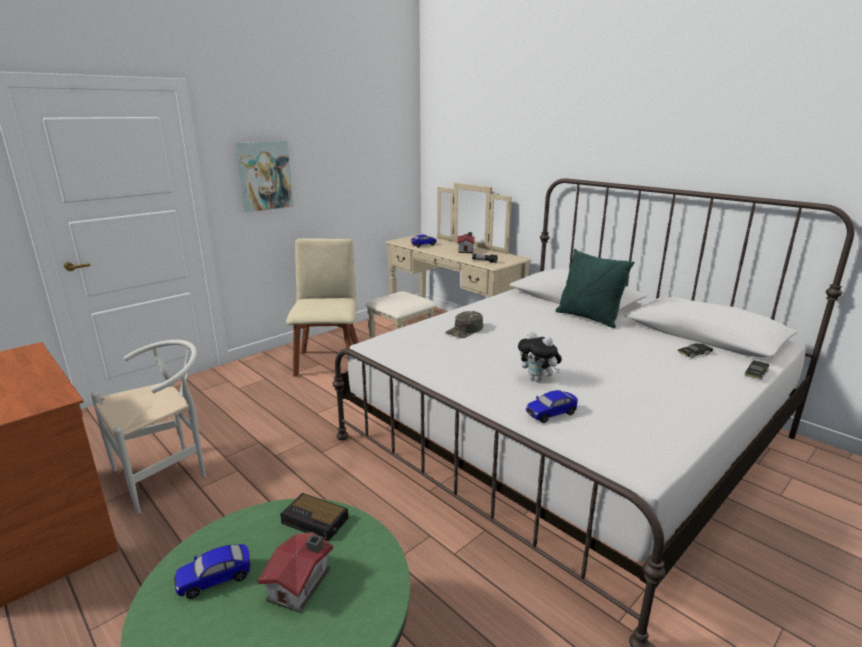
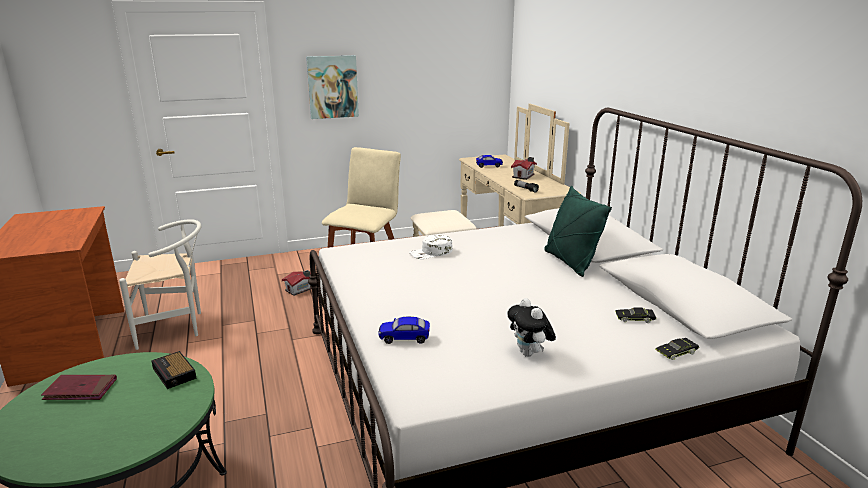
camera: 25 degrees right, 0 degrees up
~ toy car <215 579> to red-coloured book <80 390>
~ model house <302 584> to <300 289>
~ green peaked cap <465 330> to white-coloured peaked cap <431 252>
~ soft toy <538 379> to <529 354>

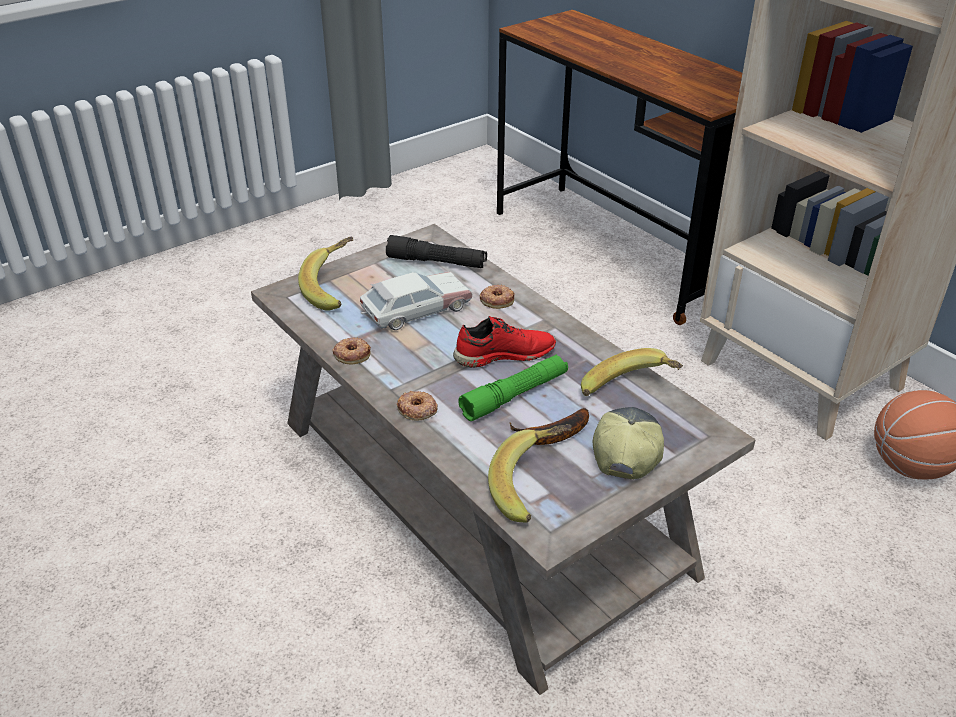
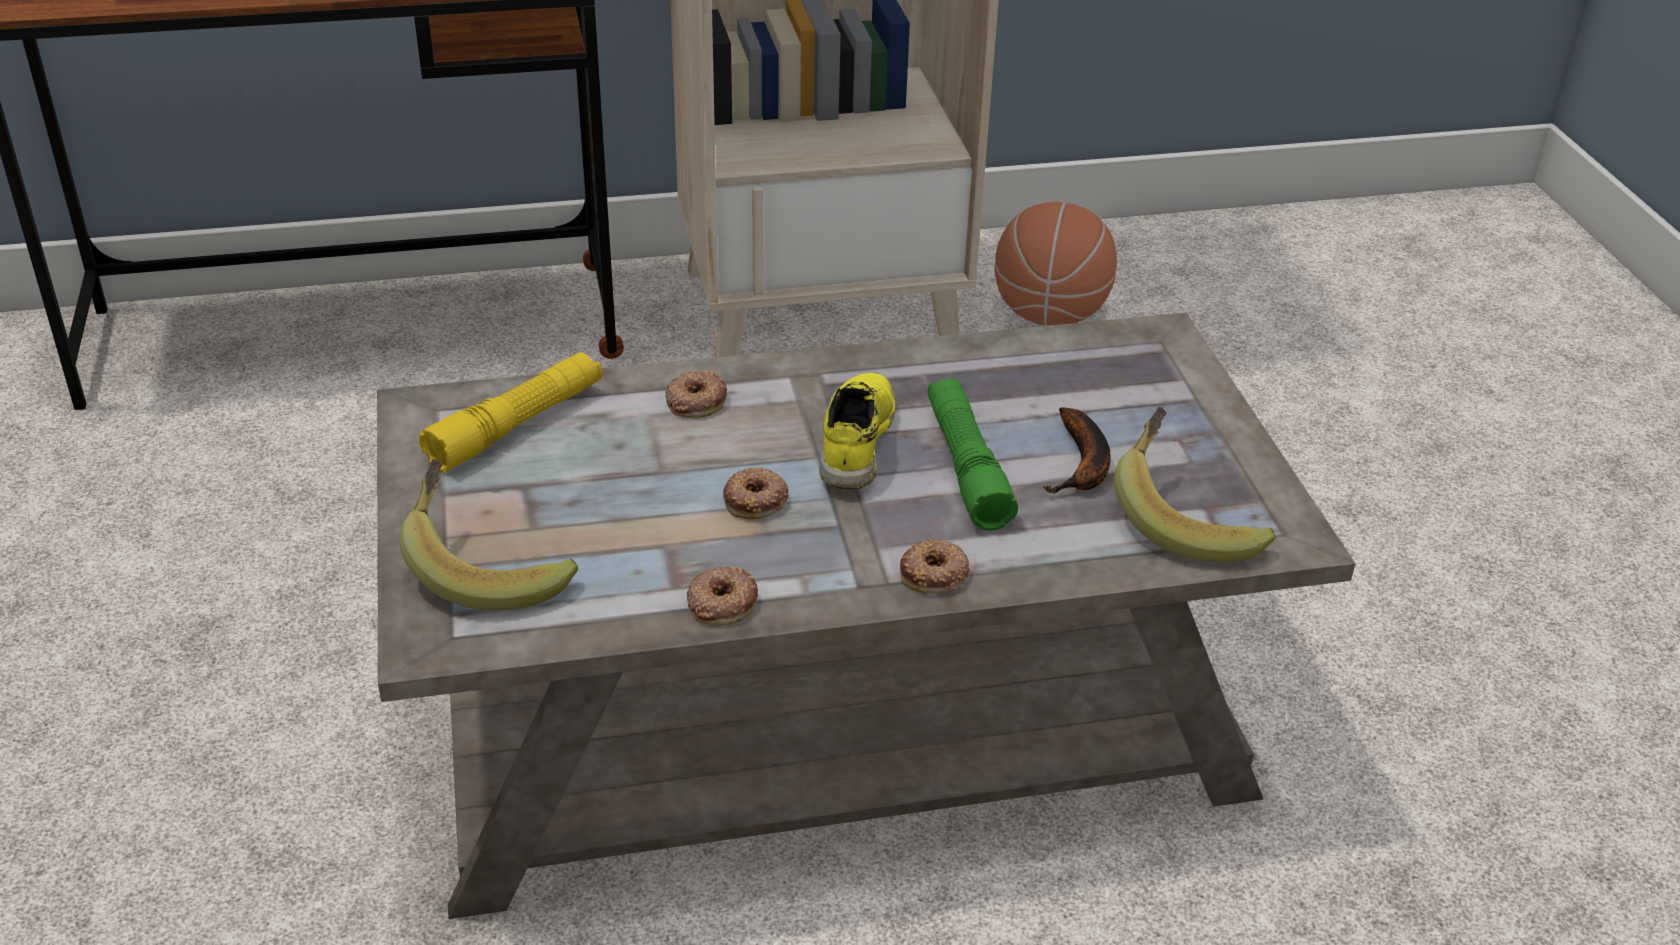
camera: 65 degrees left, 0 degrees up
~ blackish flashlight <436 262> to yellow flashlight <517 425>
+ donut <756 500>
~ red-coloured item of footwear <504 354> to yellow item of footwear <853 442>
- toy car <415 310>
- whole banana <630 392>
- peaked cap <626 449>

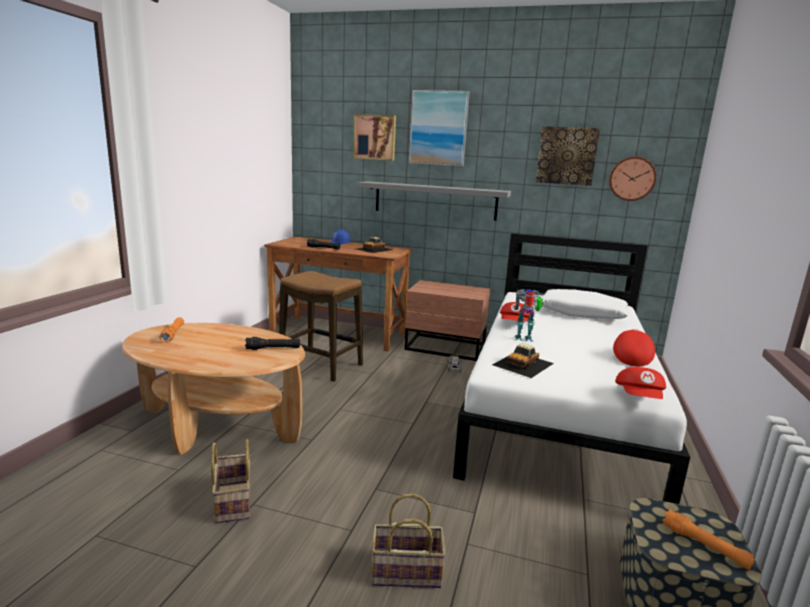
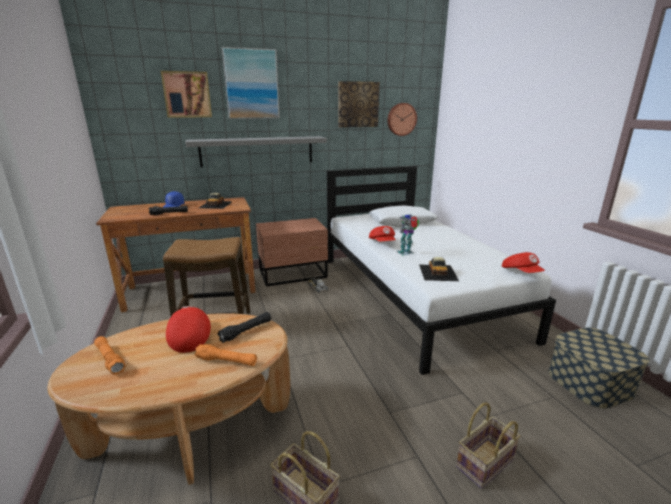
camera: 35 degrees left, 5 degrees up
~ red-coloured peaked cap <631 358> to <190 337>
~ orangey flashlight <704 546> to <227 361>

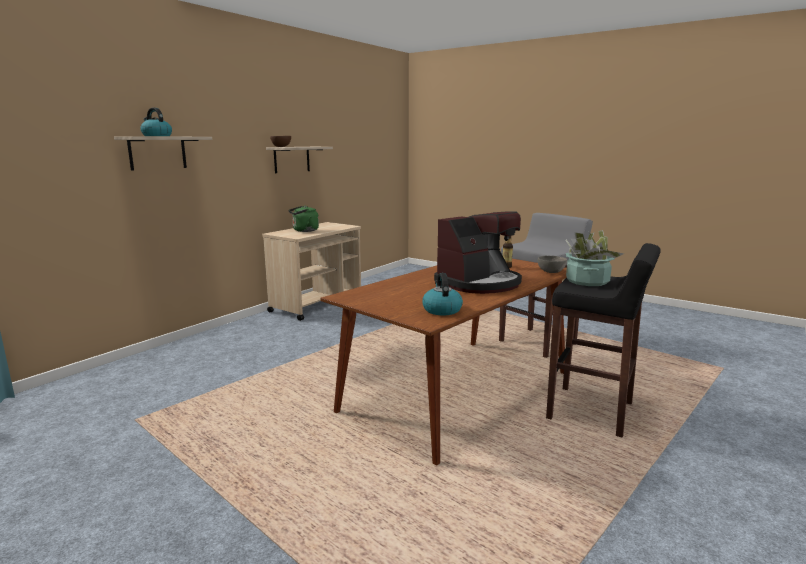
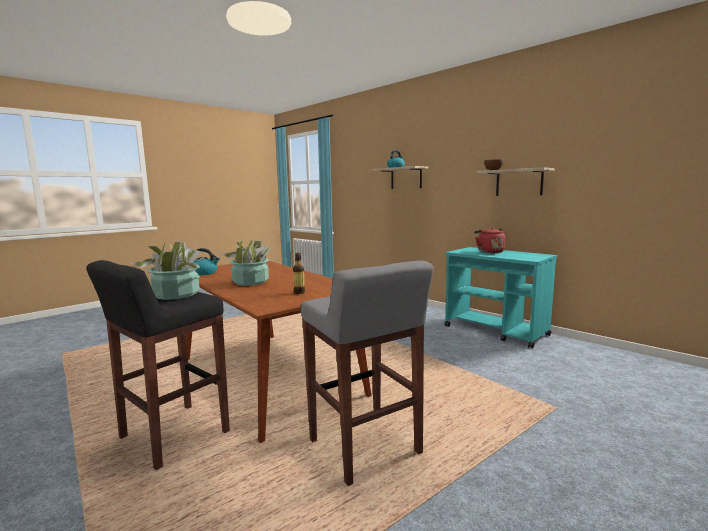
camera: 100 degrees right, 5 degrees down
~ coffee maker <479 283> to plant in a pot <251 282>
~ sand-coloured trolley <317 304> to turquoise-coloured trolley <496 331>
~ green kettle <304 231> to red-coloured kettle <489 252>
- gray deep dish <551 272>

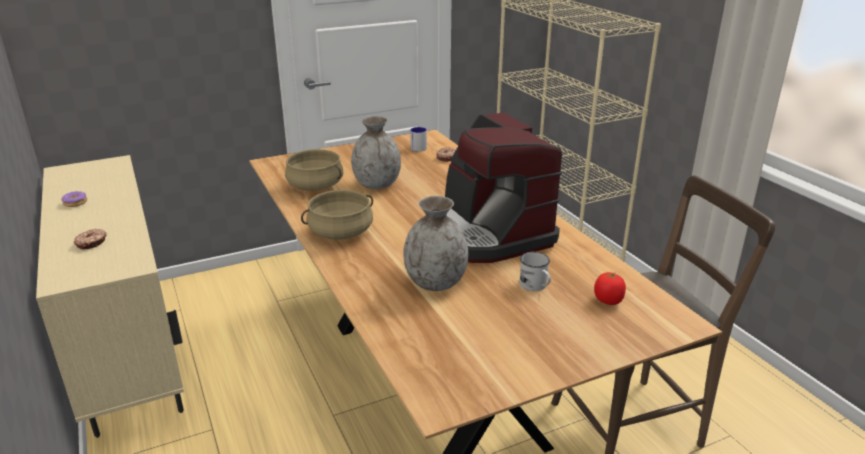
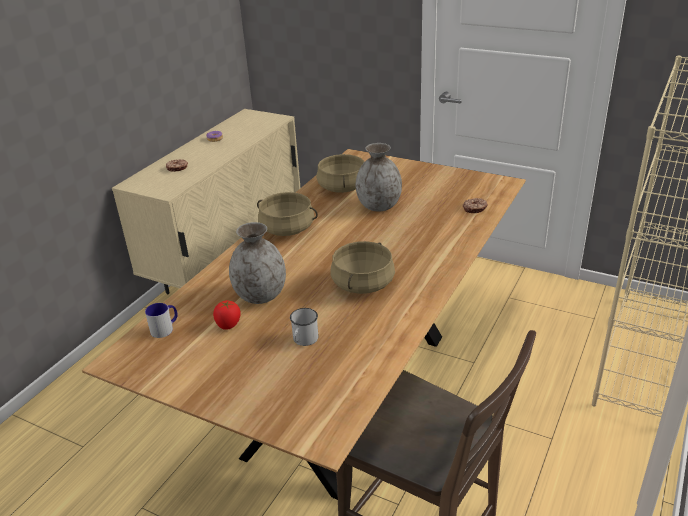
camera: 55 degrees right, 5 degrees up
~ mug <418 147> to <165 328>
~ whole tomato <608 301> to <228 325>
~ coffee maker <487 233> to sand-coloured cooking pot <363 284>

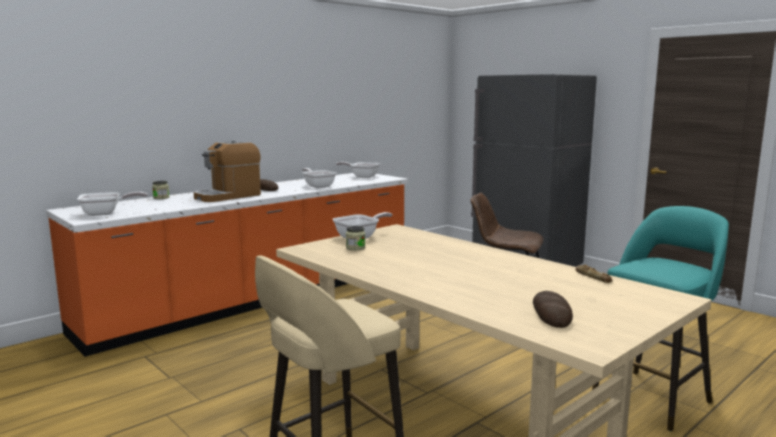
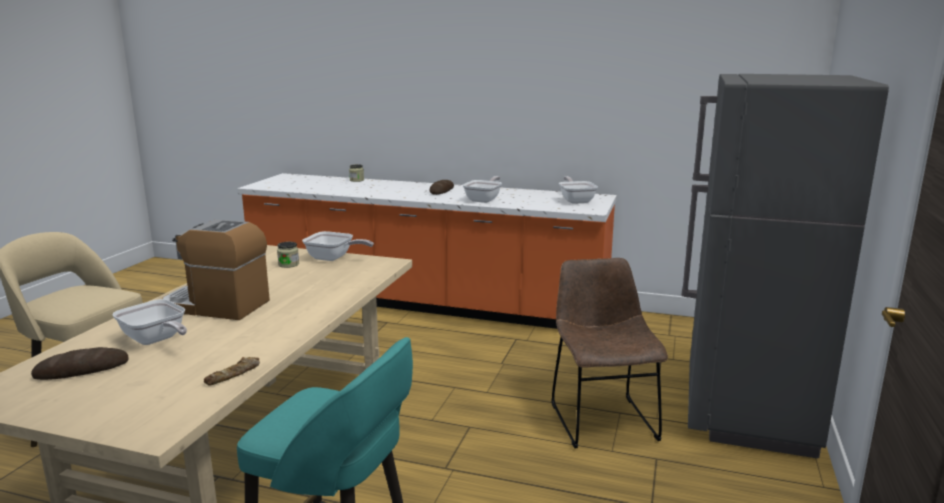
camera: 60 degrees right, 5 degrees up
~ skillet <106 213> to <156 340>
~ coffee maker <228 196> to <217 306>

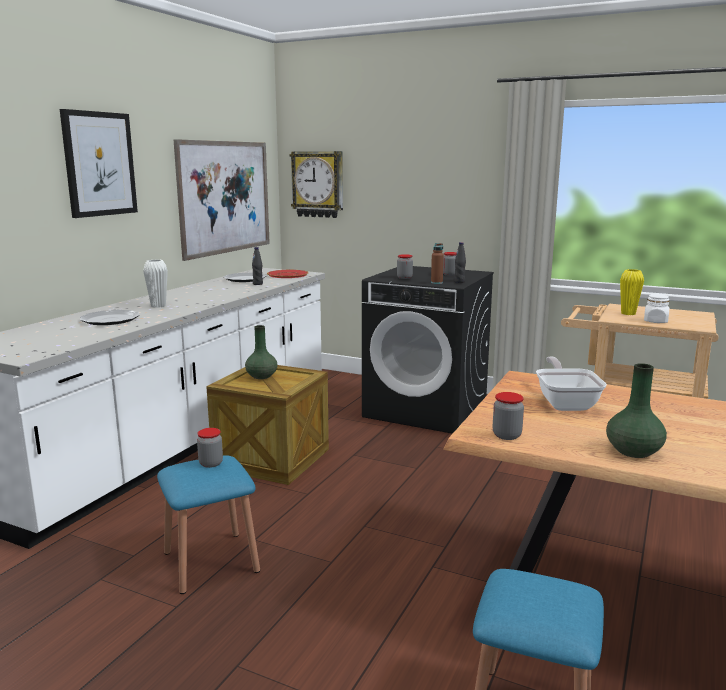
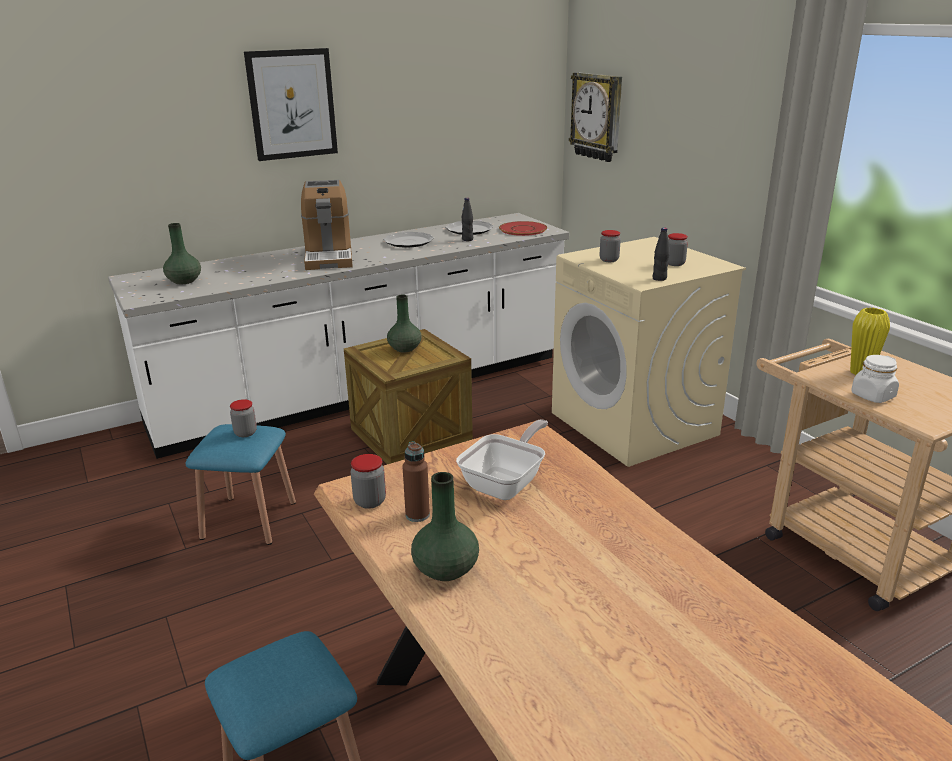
camera: 35 degrees right, 10 degrees up
+ green decorative vase <184 281>
~ white-coloured decorative vase <158 306> to coffee maker <329 256>
~ flat dish <110 320> to <408 242>
~ brownish drink bottle <436 283> to <417 515>
~ blackish laundry machine <426 409> to sand-coloured laundry machine <634 424>
- wall picture <225 197>

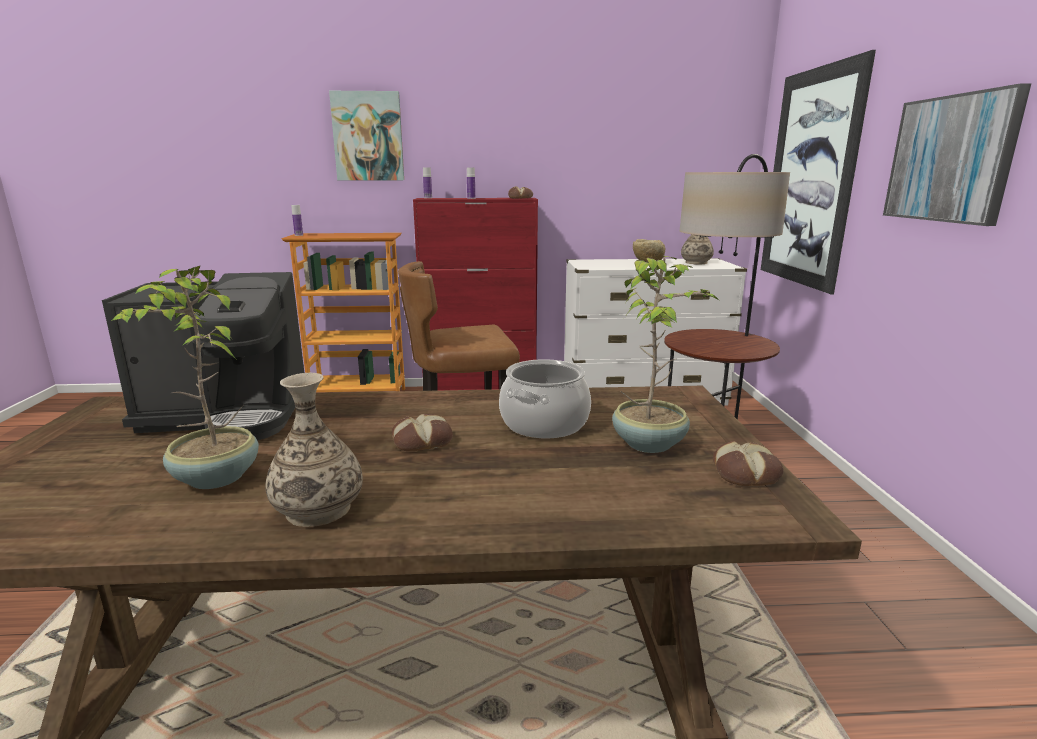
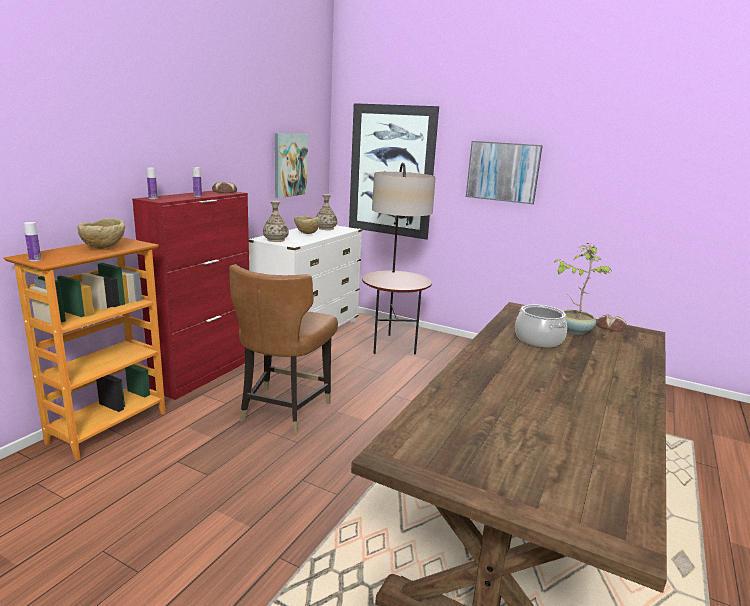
camera: 60 degrees left, 0 degrees up
+ sand-coloured deep dish <104 248>
~ decorative vase <318 509> to <275 240>
~ wall picture <368 136> to <290 165>
- coffee maker <229 415>
- plant in a pot <215 478>
- bakery bread <422 440>

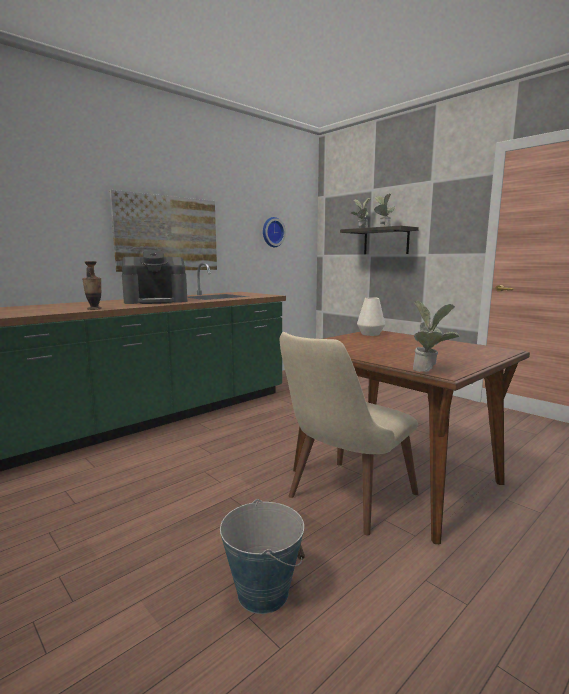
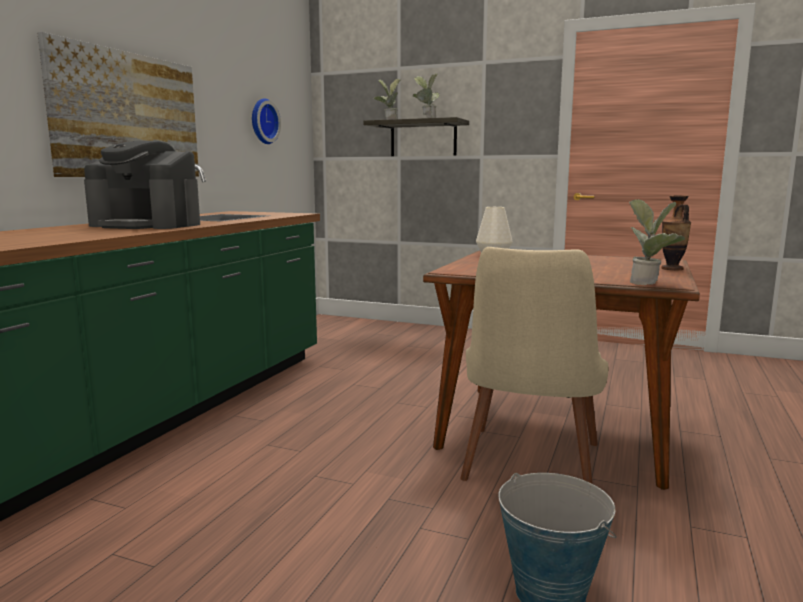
camera: 25 degrees left, 0 degrees up
~ coffee maker <156 301> = <147 225> 60 degrees clockwise
~ decorative vase <94 309> to <672 269>

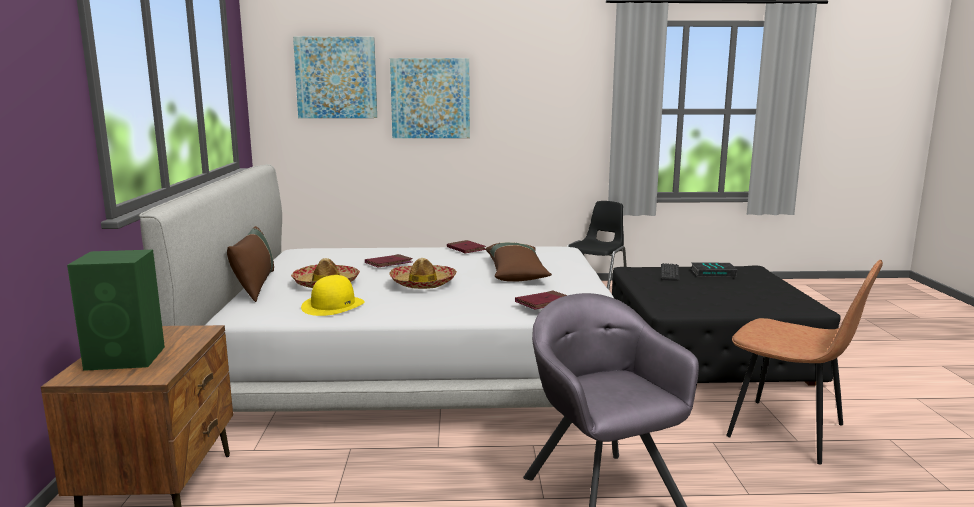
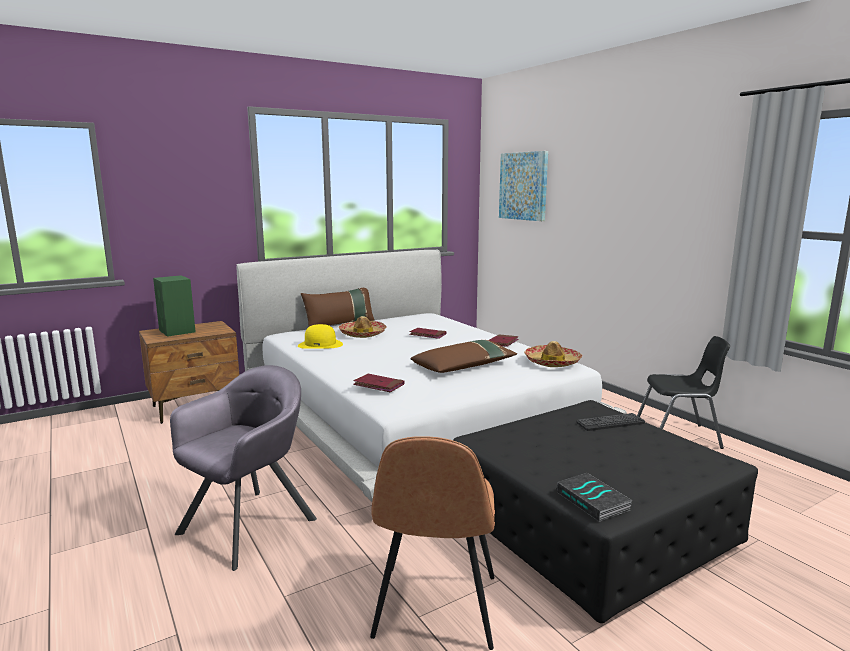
camera: 60 degrees right, 0 degrees up
~ clothing hat <423 283> to <552 362>
~ book <713 273> to <594 501>
- wall picture <430 98>

